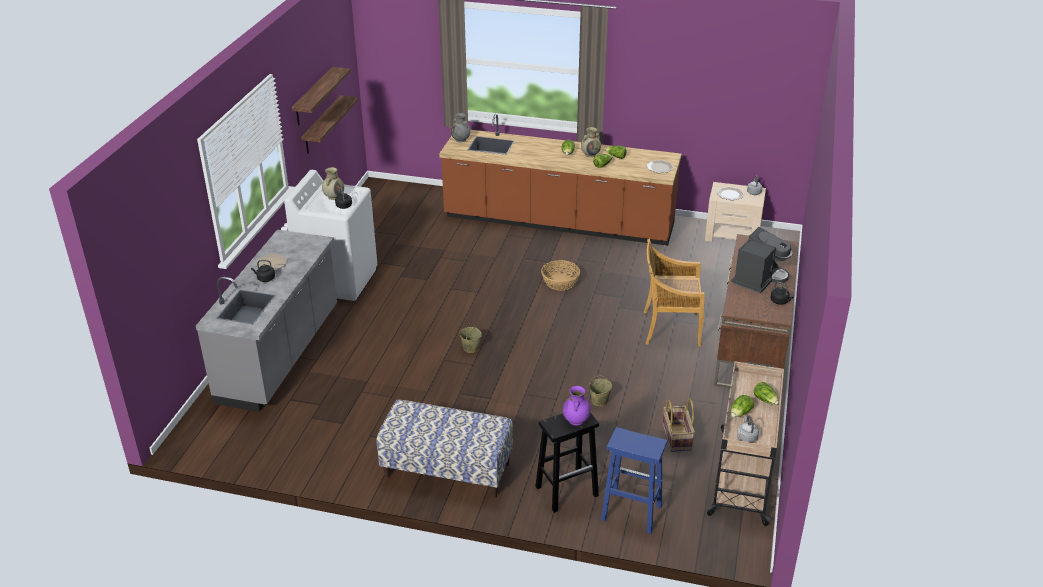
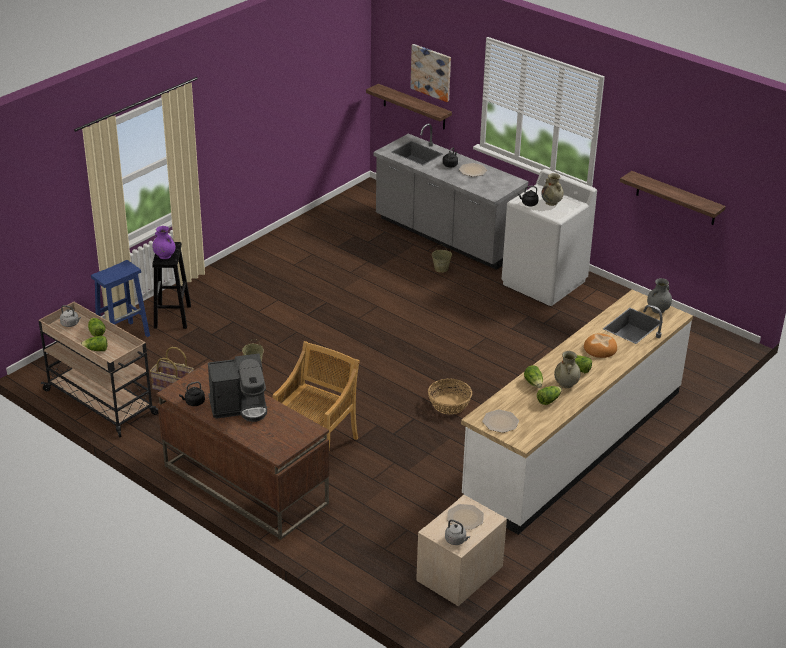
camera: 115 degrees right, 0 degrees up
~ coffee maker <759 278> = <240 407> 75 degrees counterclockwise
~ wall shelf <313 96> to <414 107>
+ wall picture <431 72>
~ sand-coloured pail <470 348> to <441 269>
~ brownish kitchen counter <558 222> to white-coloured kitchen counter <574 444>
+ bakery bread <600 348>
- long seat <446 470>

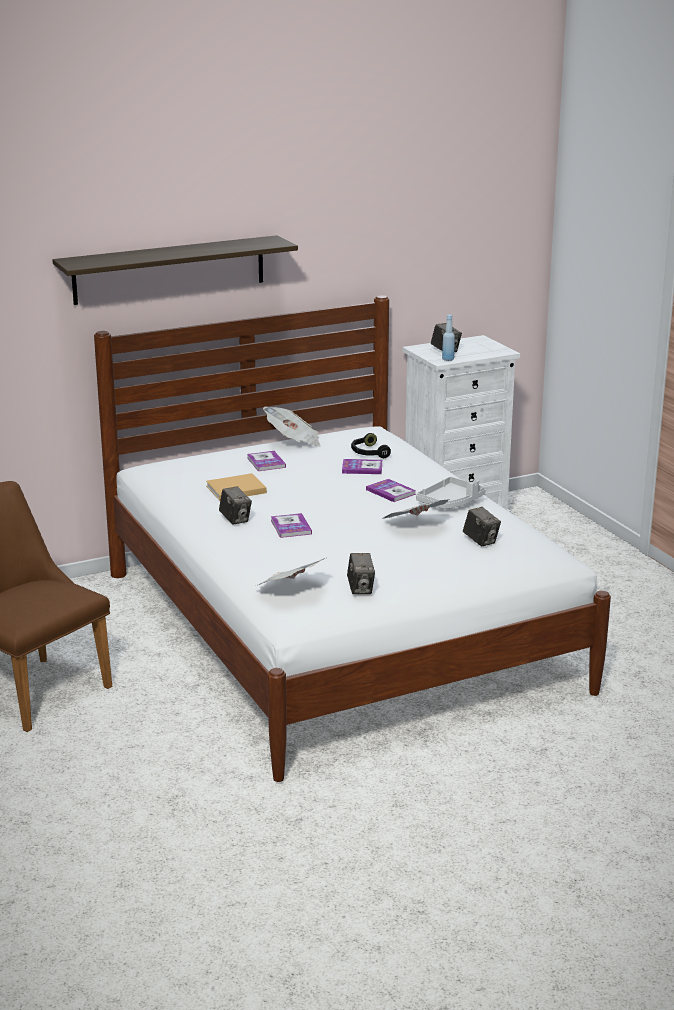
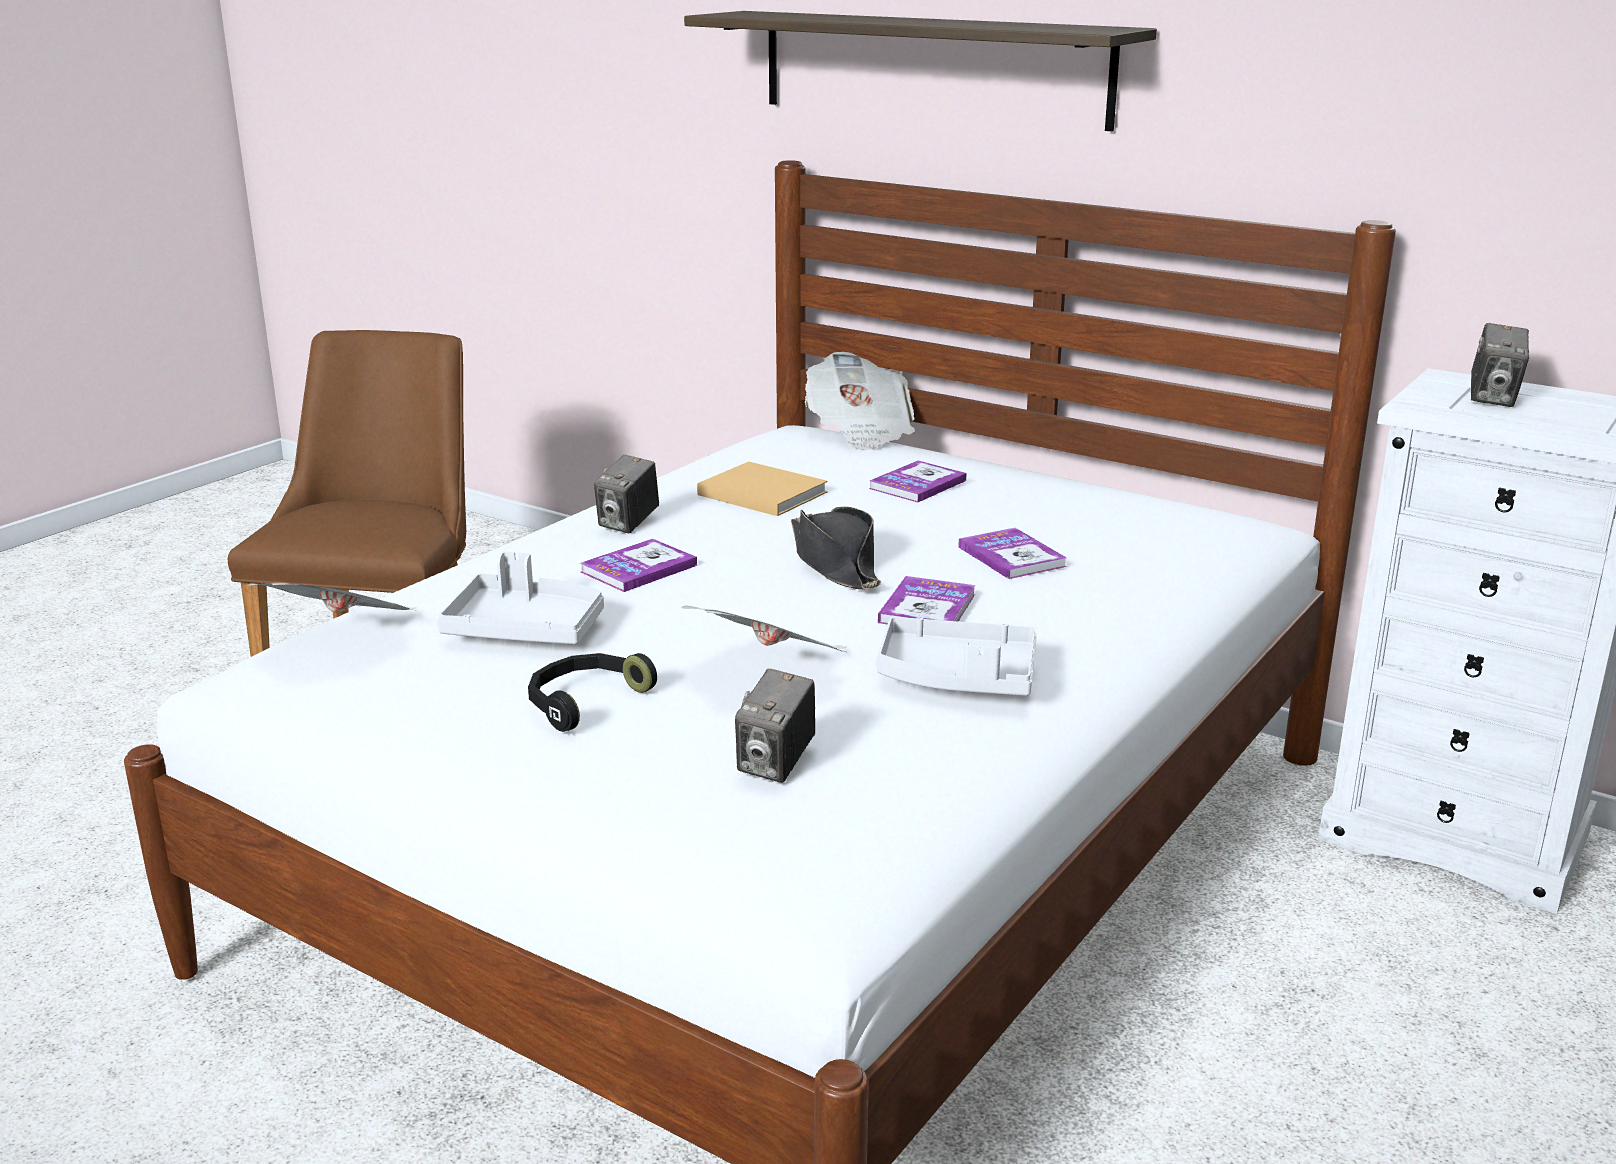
camera: 60 degrees right, 0 degrees up
+ gray carrying tray <525 629>
~ blackish headset <368 453> to <584 701>
+ blackish clothing hat <835 563>
~ newspaper <293 441> to <859 431>
- photo camera <360 589>
- blue-coloured drink bottle <448 359>

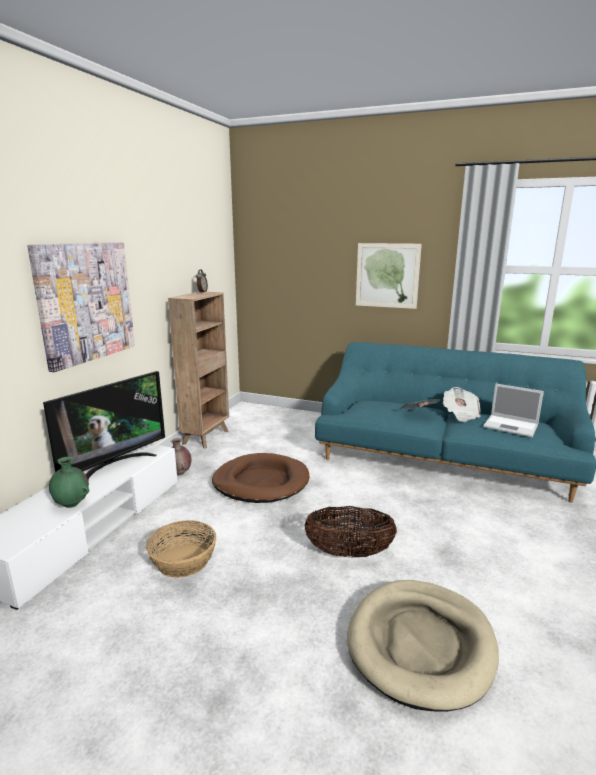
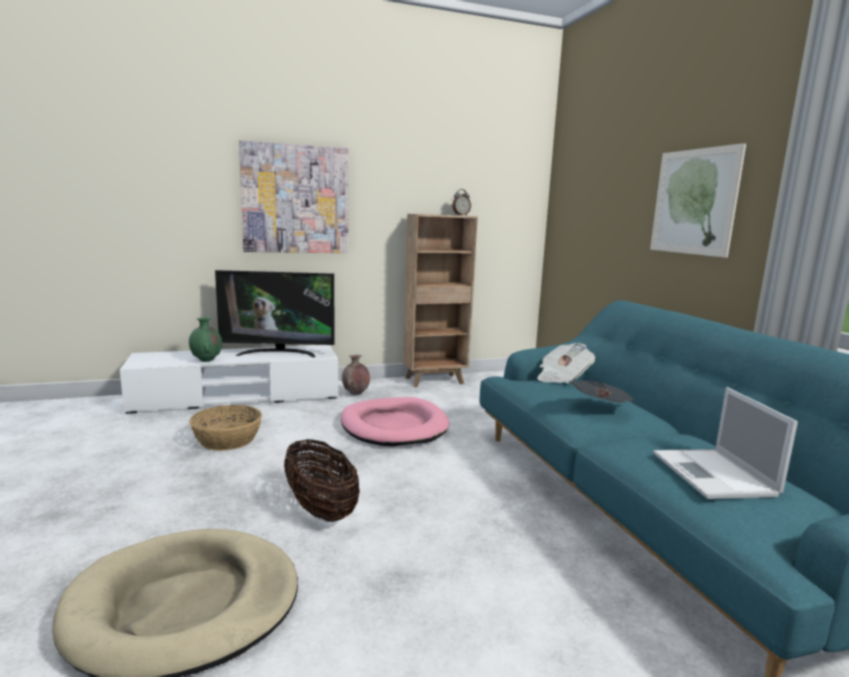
camera: 50 degrees right, 5 degrees down
~ brownish dog cushion <261 482> to pink dog cushion <394 426>
~ newspaper <460 414> to <562 378>

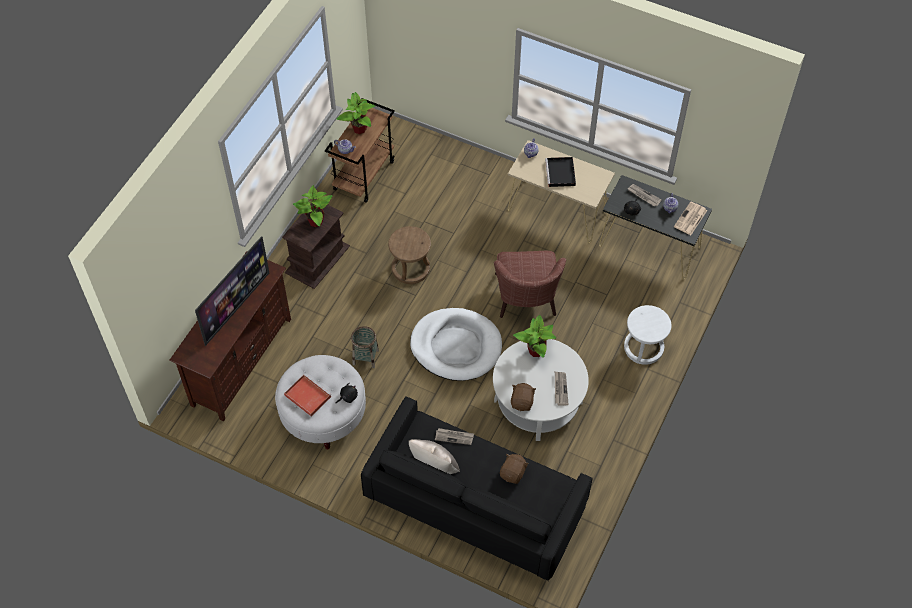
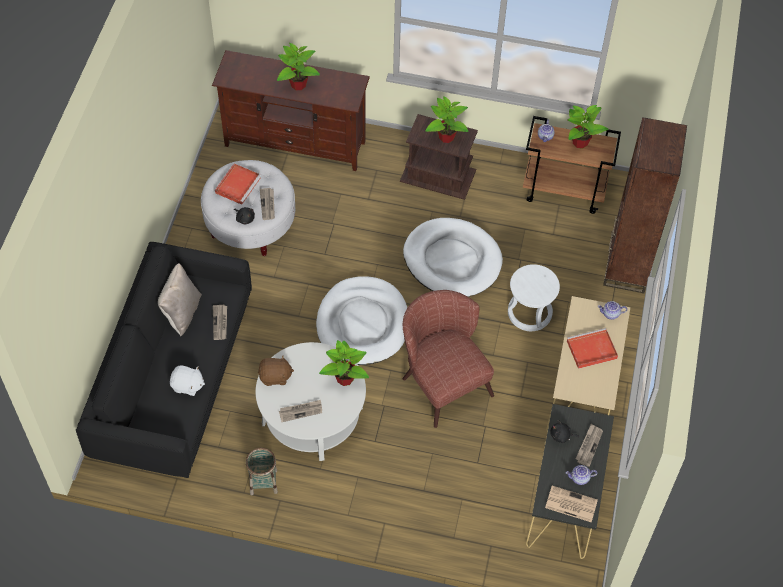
camera: 75 degrees right, 0 degrees up
~ brownish soft toy <513 473> to white-coloured soft toy <187 386>
~ household basket <365 357> to <263 482>
+ newspaper <268 205>
~ TV set <236 307> to plant in a pot <298 84>
~ brownish stool <410 268> to white-coloured dog cushion <452 260>
~ brownish easy chair <526 301> = <442 380> 75 degrees clockwise
~ white-coloured stool <644 347> to <529 313>
~ blackish carrying tray <560 174> to red-coloured carrying tray <591 350>
+ brownish bookshelf <627 265>

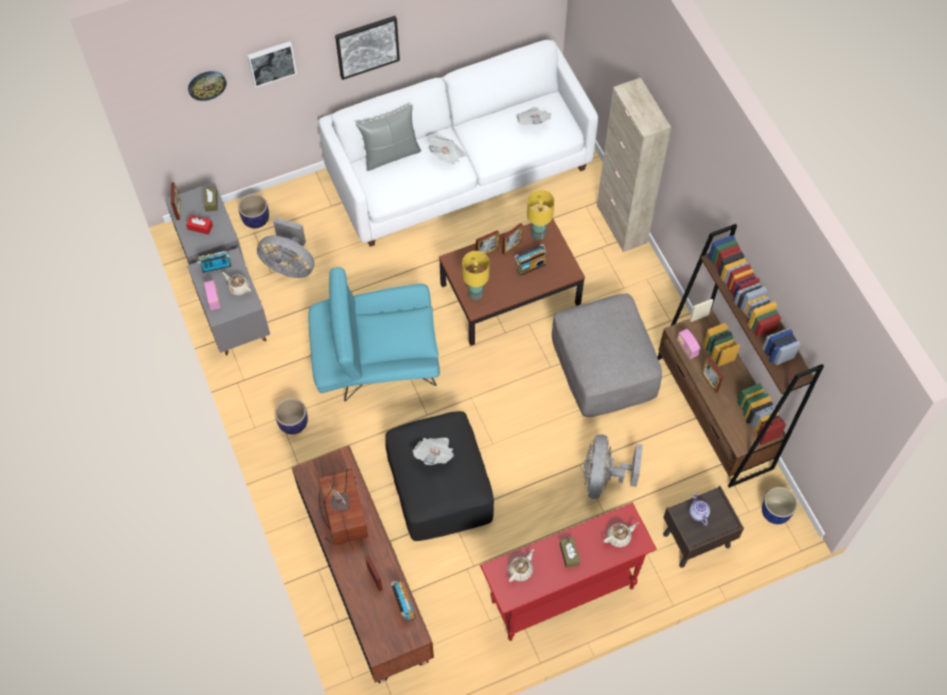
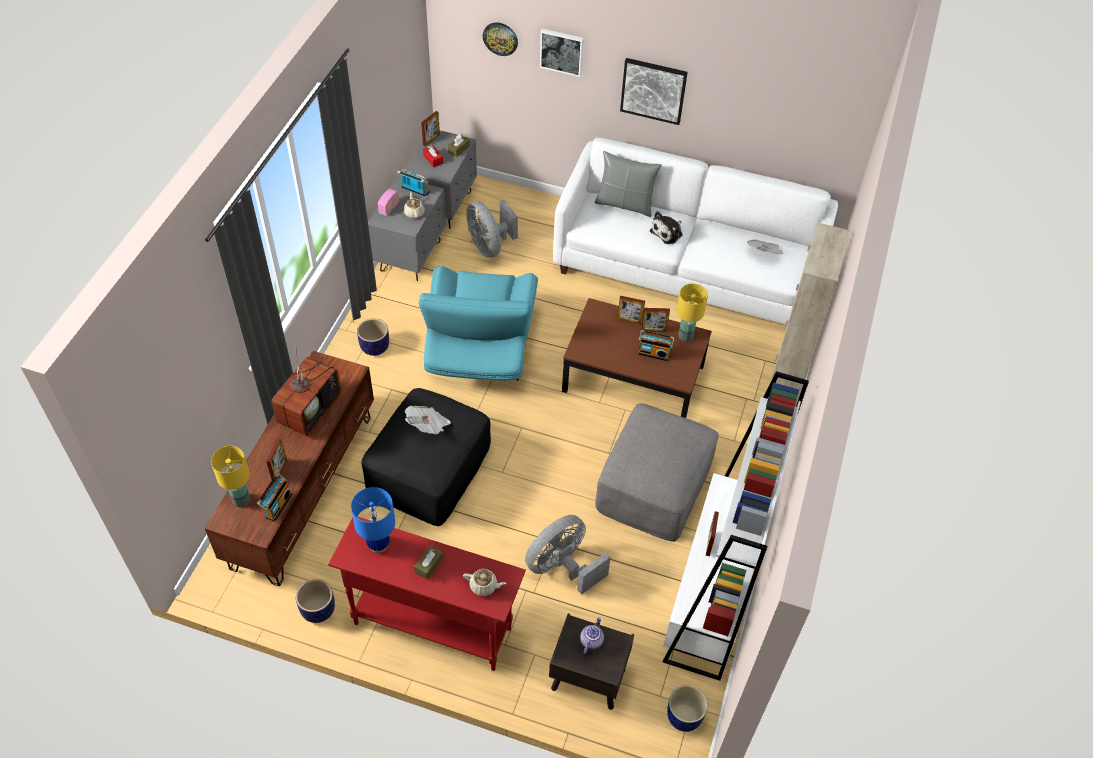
camera: 40 degrees right, 10 degrees down
~ yellow lamp for a table <476 294> to <241 500>
~ planter <256 220> to <318 610>
~ sand-coloured tea pot <520 570> to blue-coloured lamp for a table <378 544>
~ turquoise-coloured easy chair <376 360> = <480 350> 120 degrees counterclockwise
~ newspaper <447 156> to soft toy <667 232>
~ brownish bookshelf <714 413> to white-coloured bookshelf <712 593>
- radio receiver <687 348>

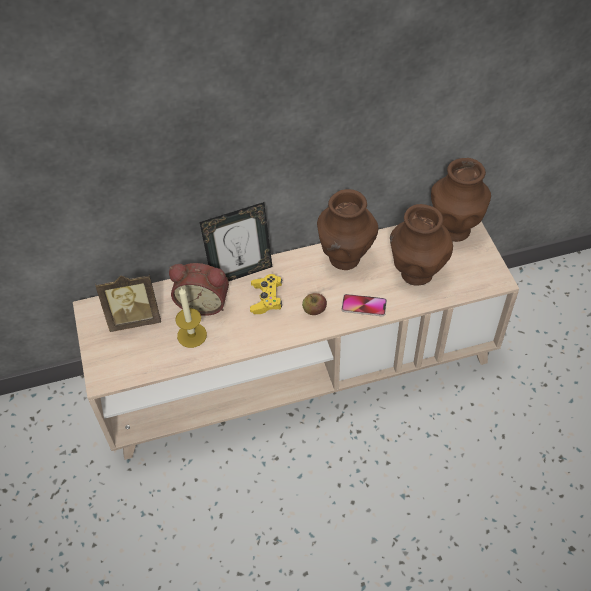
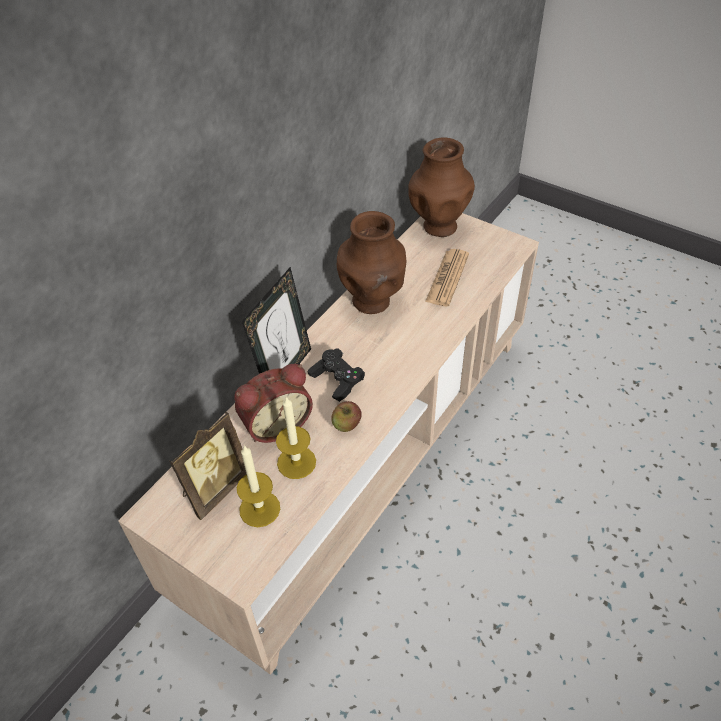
camera: 40 degrees left, 5 degrees down
+ wax light <259 509>
~ yellow joypad <266 299> to blackish joypad <337 380>
~ apple <314 310> to <347 425>
~ brownish decorative vase <416 274> to newspaper <447 278>
- telephone <364 306>

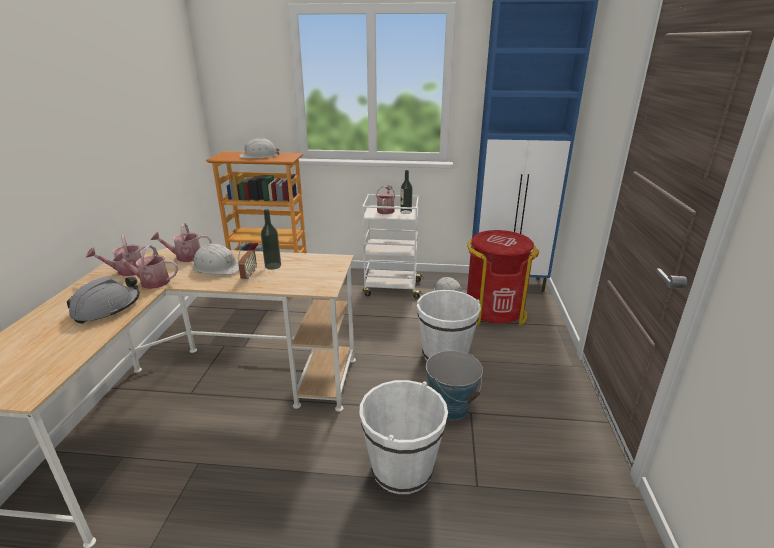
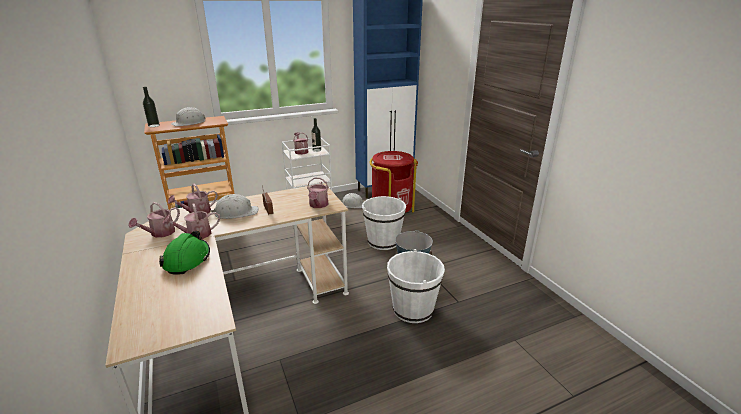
camera: 30 degrees left, 0 degrees up
~ drink bottle <273 266> to <154 125>
~ gray hard hat <107 308> to green hard hat <187 260>
+ watering pot <318 205>

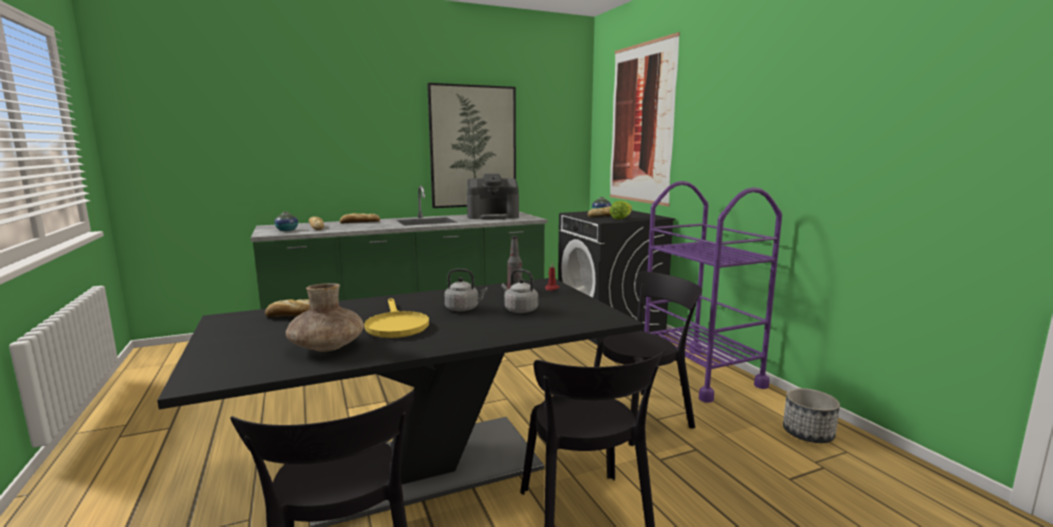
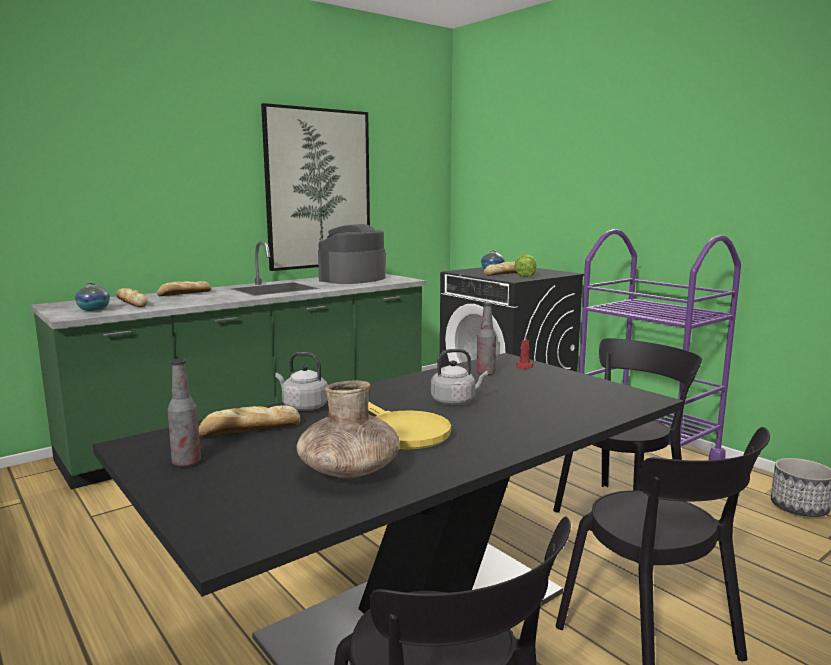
camera: 15 degrees left, 0 degrees up
+ drink bottle <186 462>
~ gray kettle <519 310> to <303 407>
~ coffee maker <493 216> = <353 279> 150 degrees clockwise
- wall picture <641 124>

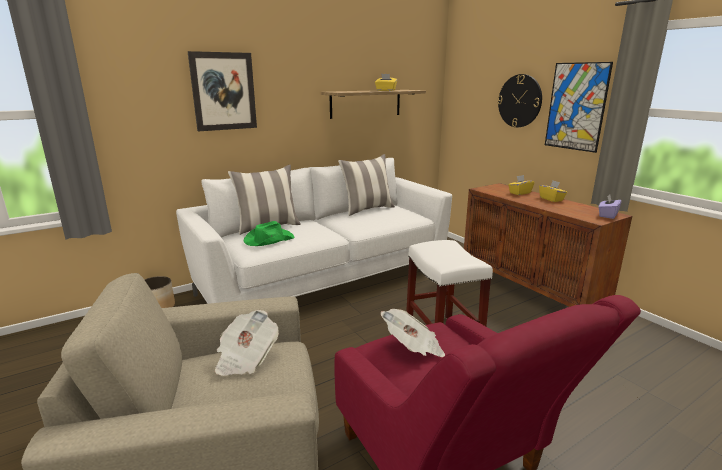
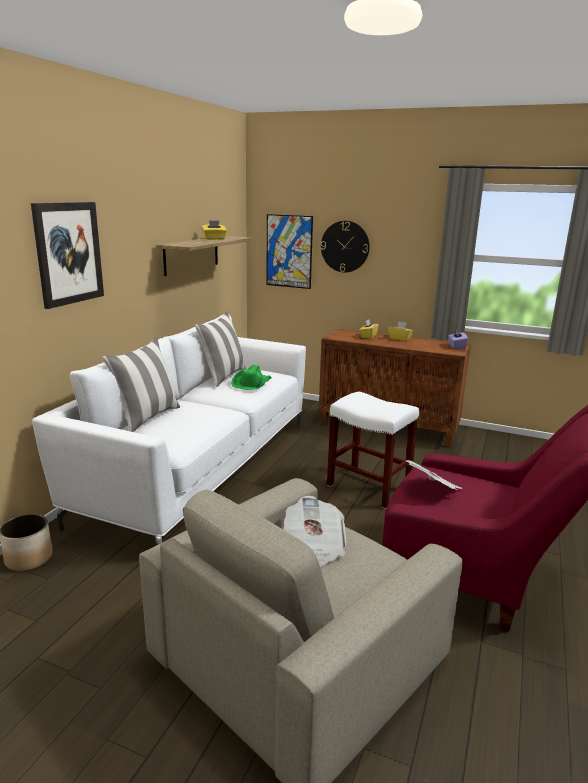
camera: 35 degrees left, 0 degrees up
~ green clothing hat <268 240> to <251 383>
~ wall picture <576 106> to <289 251>

